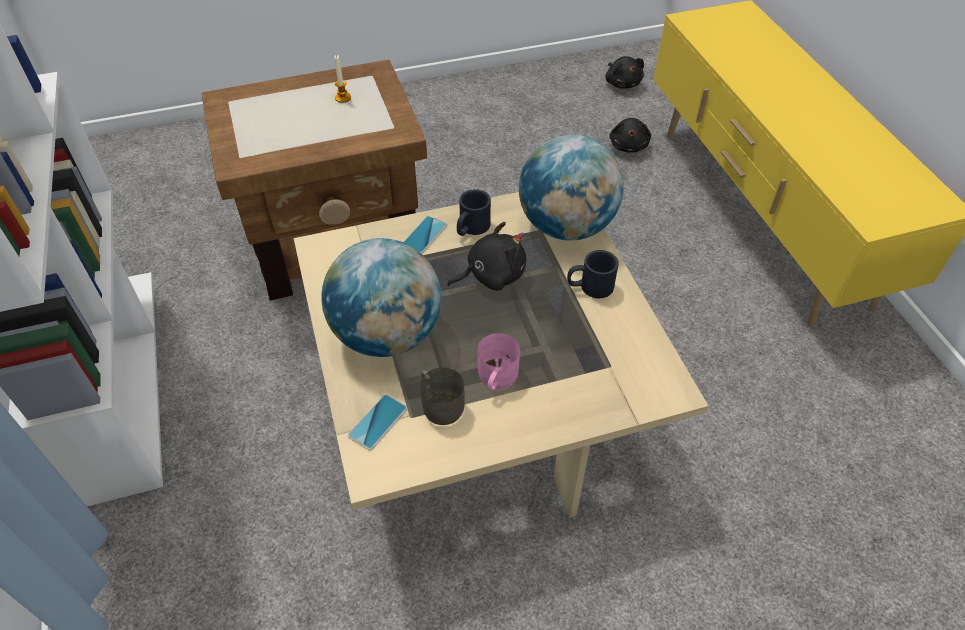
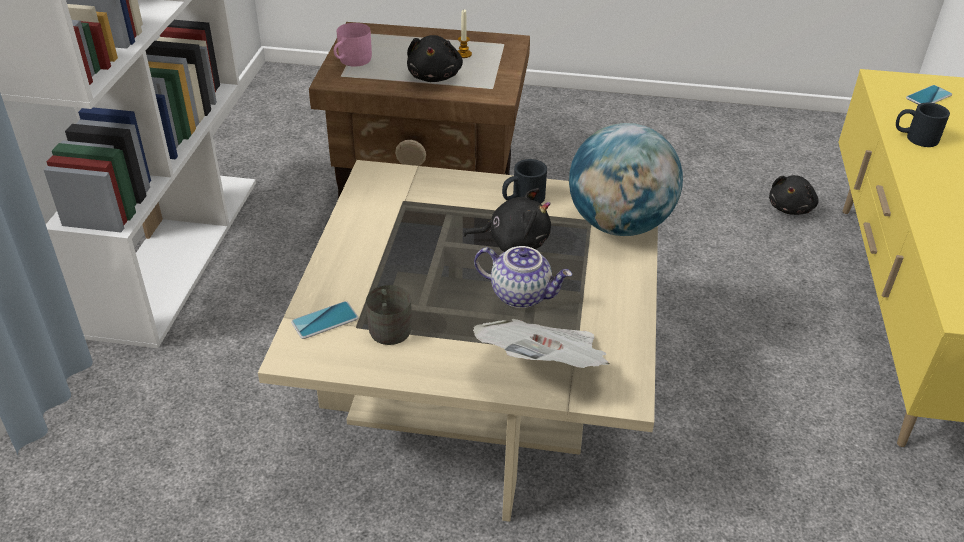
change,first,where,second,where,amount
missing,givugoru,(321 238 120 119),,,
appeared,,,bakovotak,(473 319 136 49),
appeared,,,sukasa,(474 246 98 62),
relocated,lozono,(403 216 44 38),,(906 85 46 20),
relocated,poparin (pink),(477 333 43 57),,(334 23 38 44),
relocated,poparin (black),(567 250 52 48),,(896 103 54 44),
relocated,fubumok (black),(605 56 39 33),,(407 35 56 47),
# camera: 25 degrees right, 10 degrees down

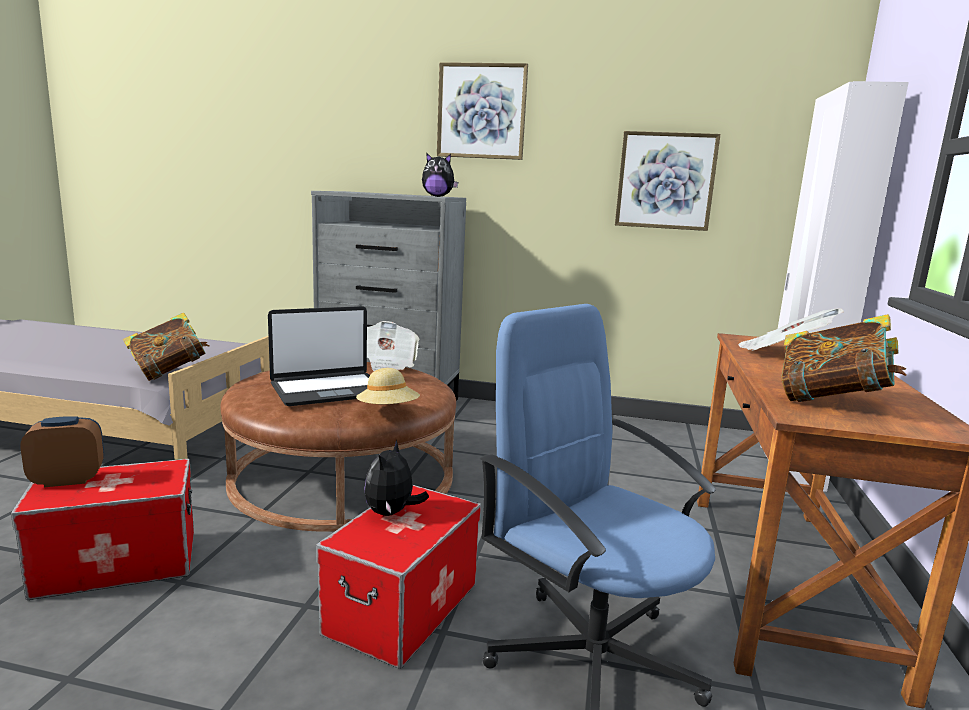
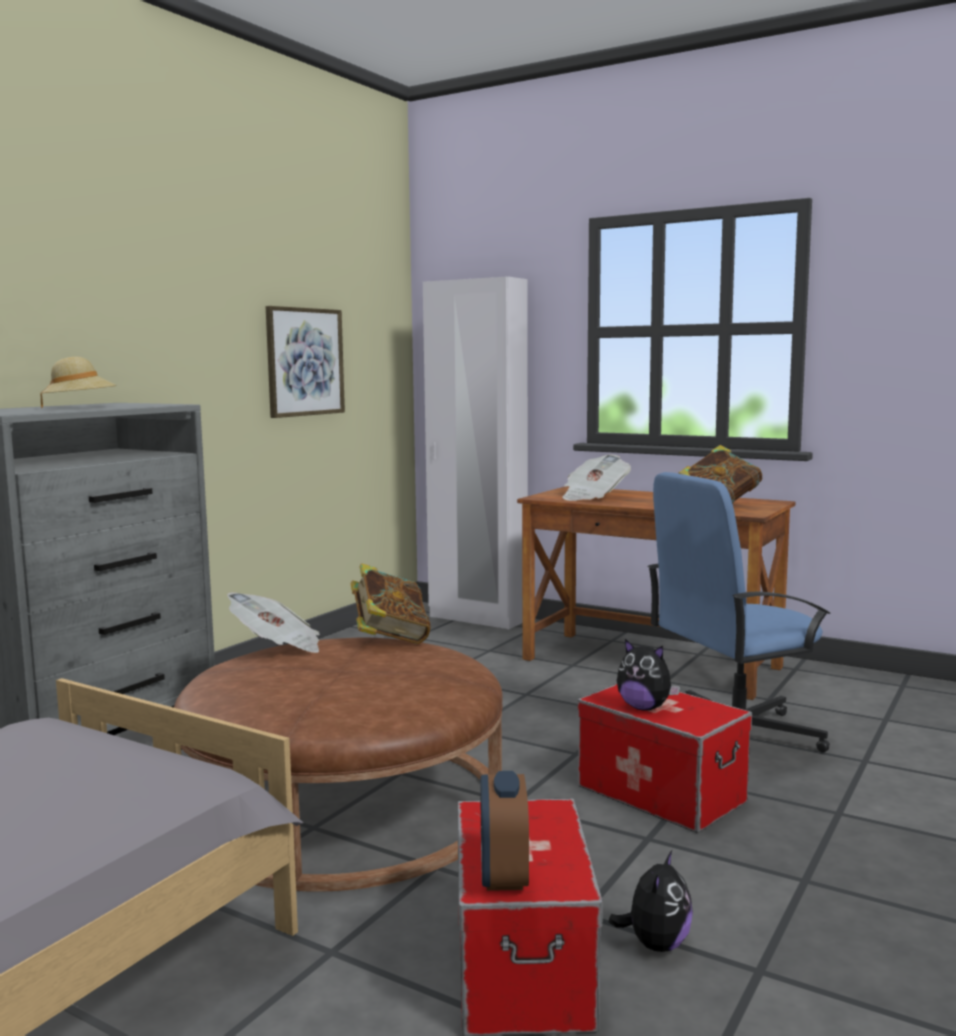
change,first,where,second,where,amount
missing,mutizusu,(268 306 102 100),,,
missing,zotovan,(437 62 91 98),,,
relocated,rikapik,(123 313 86 68),,(350 563 81 81),
relocated,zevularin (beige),(356 368 64 36),,(40 357 77 51),
relocated,fubumok,(422 153 36 44),,(609 850 84 102),
# camera: 70 degrees left, 5 degrees down

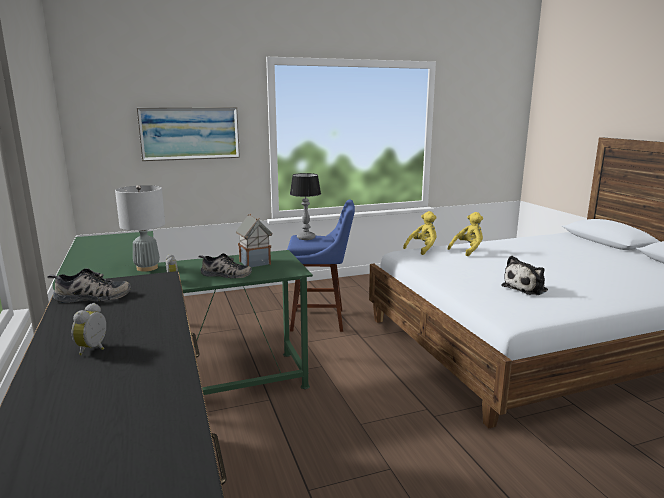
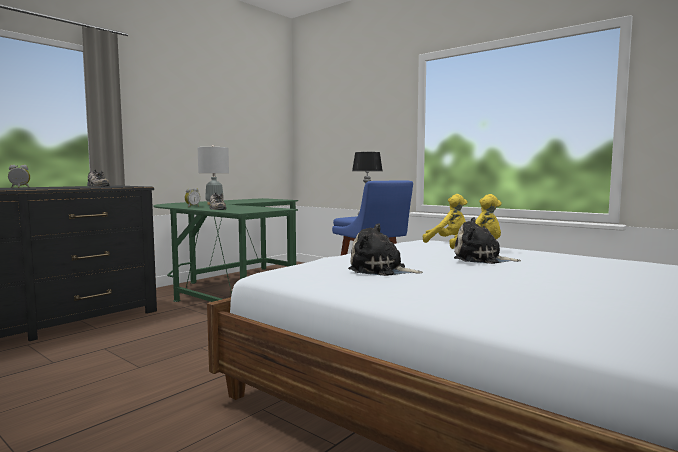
change,first,where,second,where,amount
missing,zotovan,(137 107 103 54),,,
missing,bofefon,(236 214 36 53),,,
appeared,,,fubumok,(454 217 67 47),
# camera: 60 degrees right, 10 degrees down

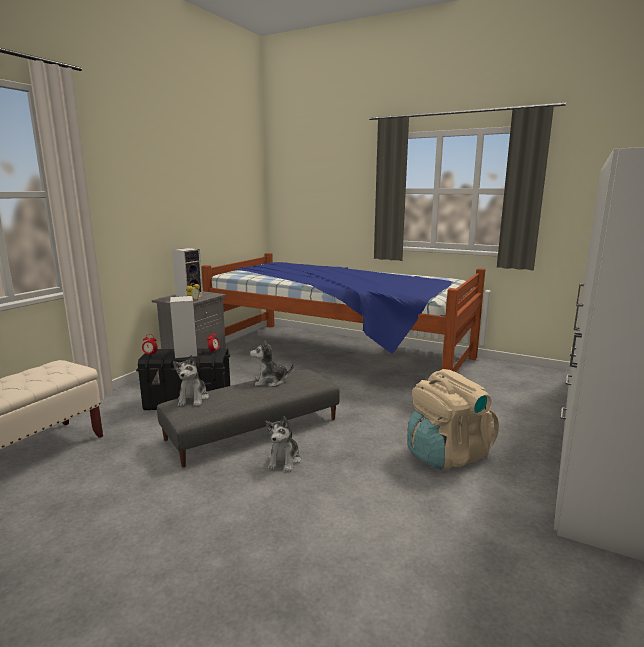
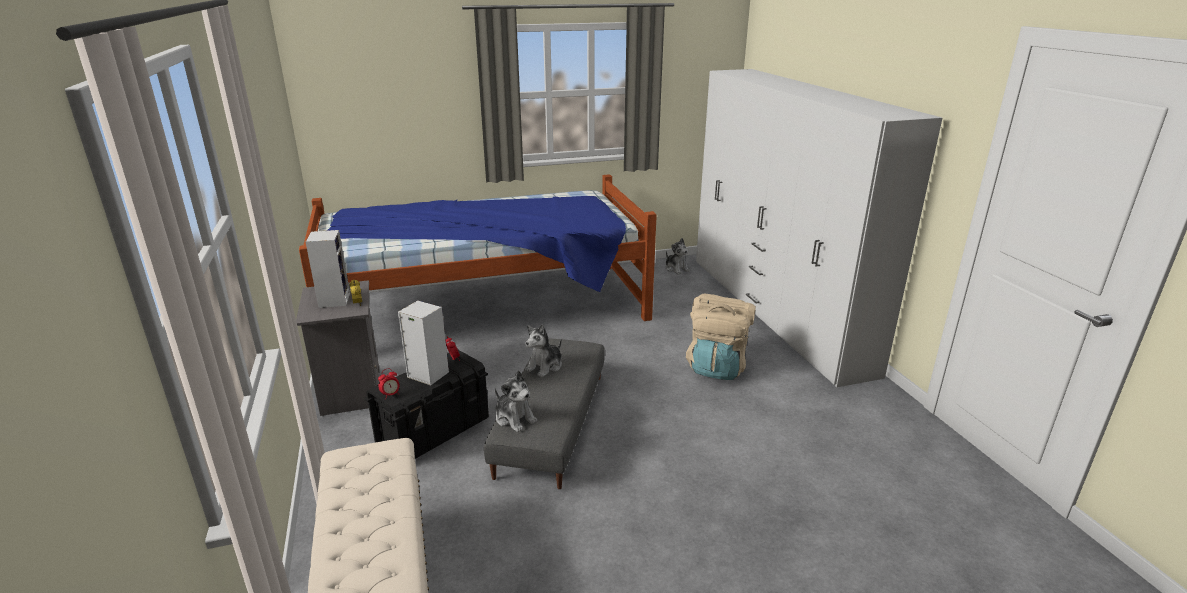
change,first,where,second,where,amount
relocated,fubumok,(266 417 35 55),,(665 238 25 36),
# camera: 45 degrees left, 10 degrees up

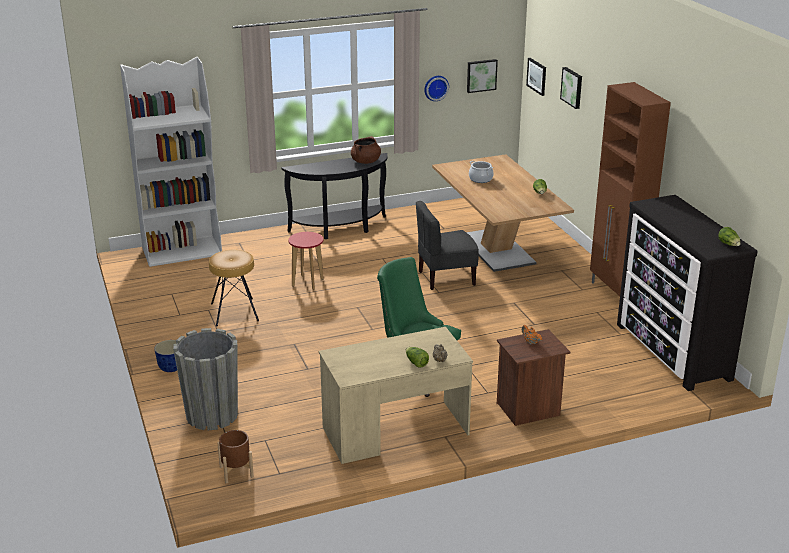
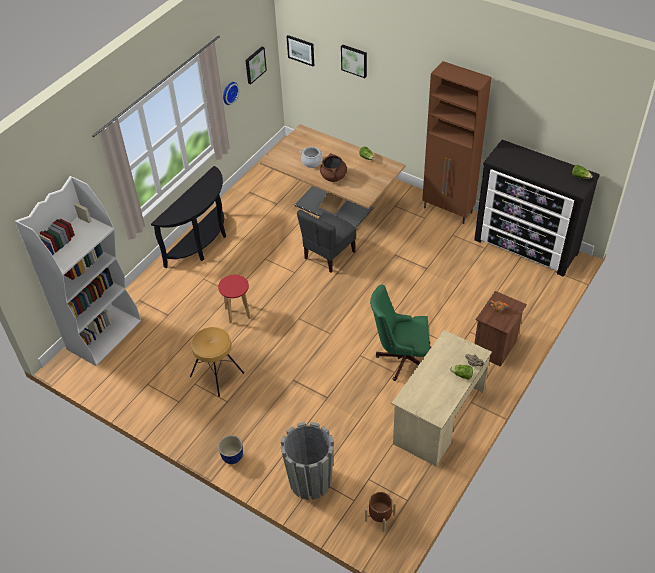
change,first,where,second,where,amount
relocated,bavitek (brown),(351 136 30 28),,(320 153 27 29),
# camera: 35 degrees left, 20 degrees up

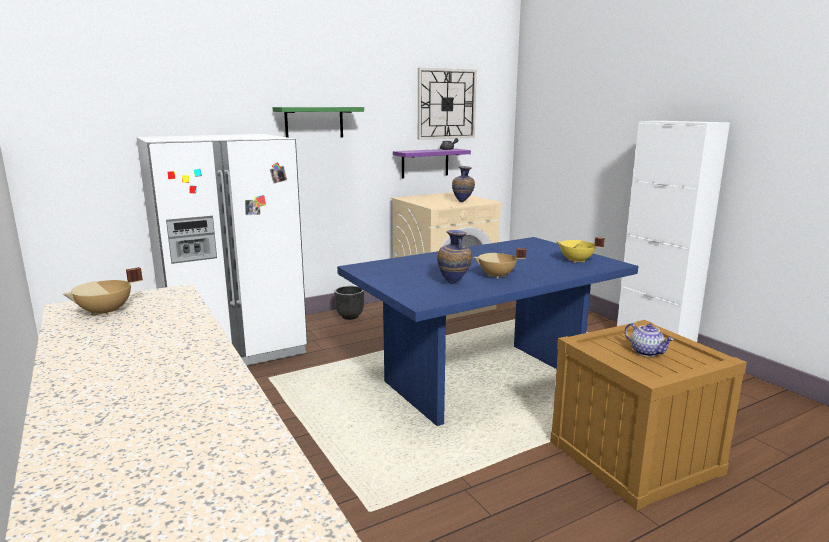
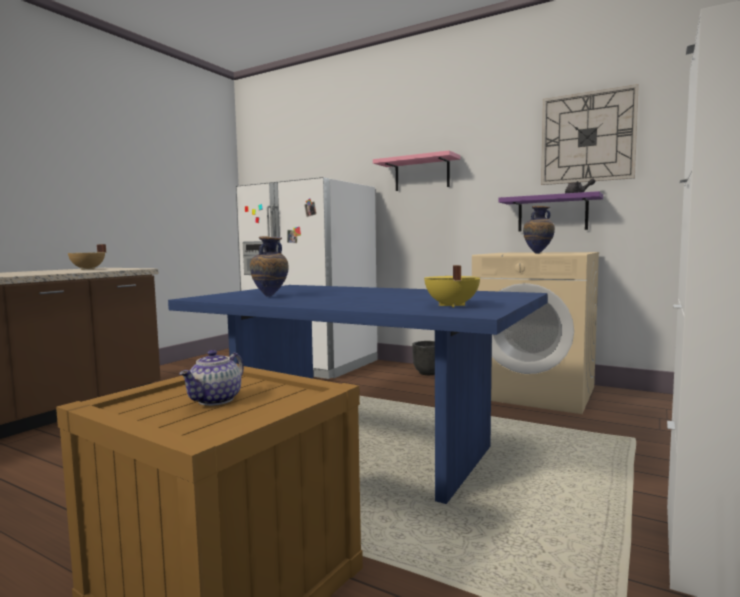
change,first,where,second,where,amount
missing,bavitek (beige),(473 248 53 31),,,
colour,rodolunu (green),(273 107 91 31),rodolunu (pink),(373 150 87 41),
# camera: 60 degrees right, 10 degrees down

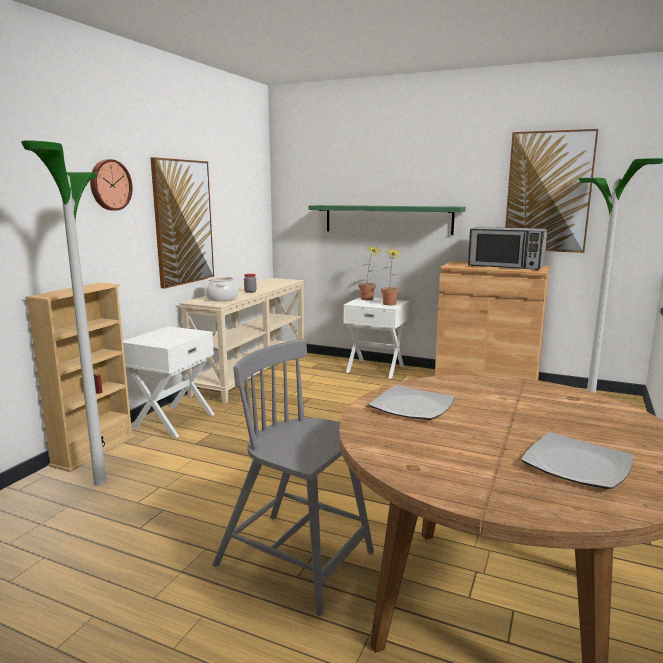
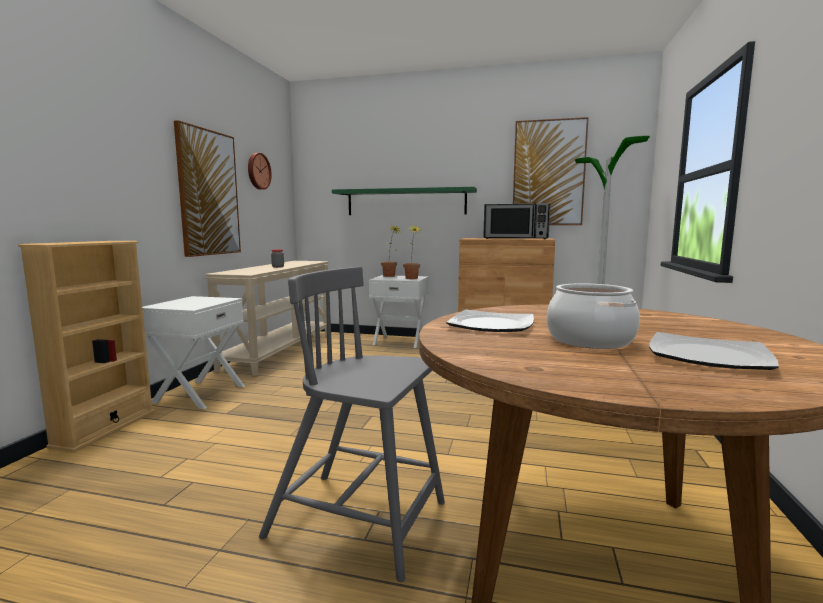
change,first,where,second,where,amount
missing,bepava,(21 140 86 346),,,
relocated,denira,(90 159 43 52),,(248 153 24 37),
relocated,bavitek,(204 276 35 25),,(547 283 93 66),
# camera: 10 degrees left, 5 degrees down

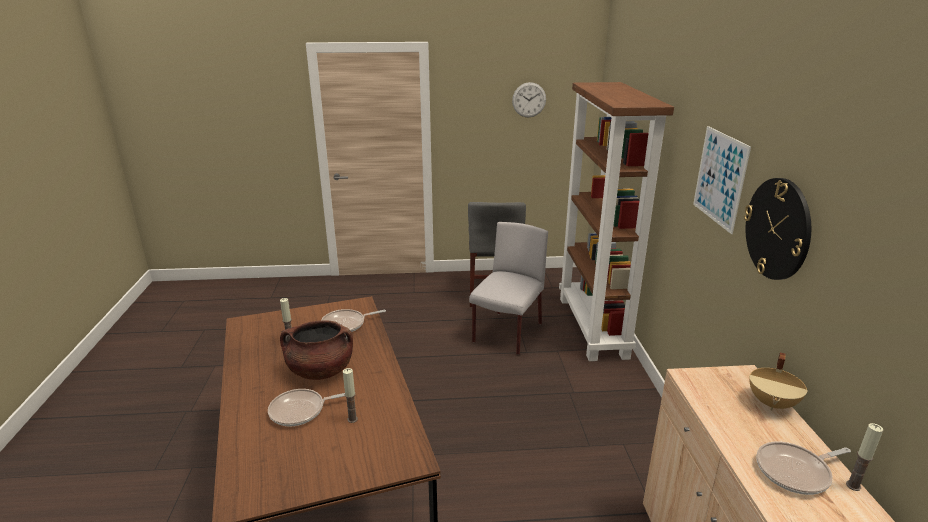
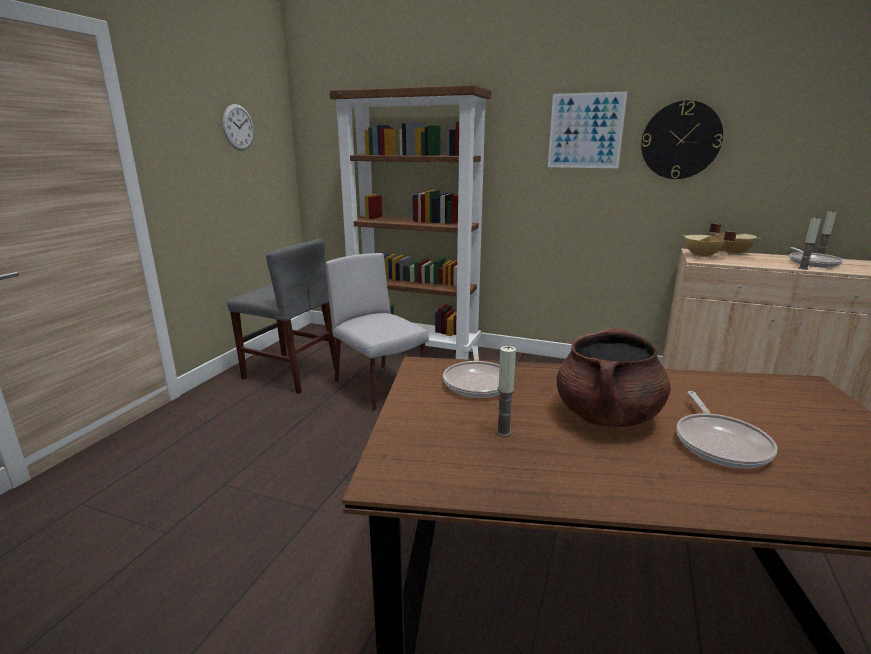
change,first,where,second,where,amount
appeared,,,bavitek (beige),(681 231 56 27),
relocated,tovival,(343 368 15 55),,(798 217 23 53),
# camera: 65 degrees left, 5 degrees down

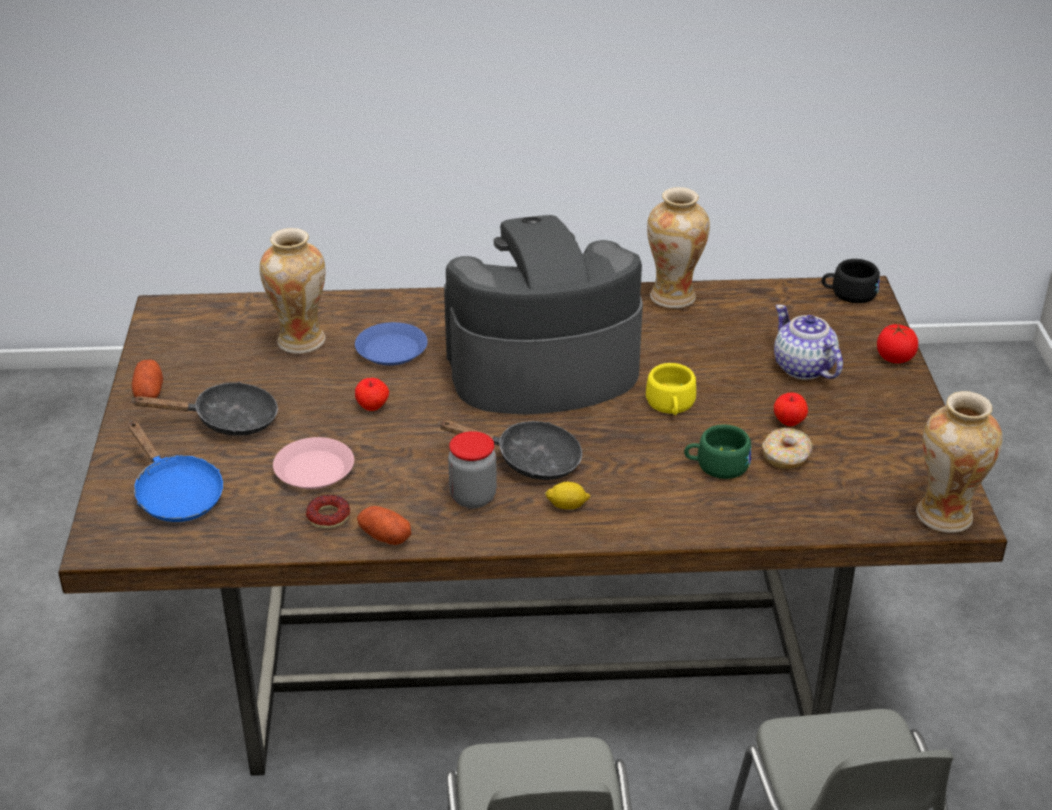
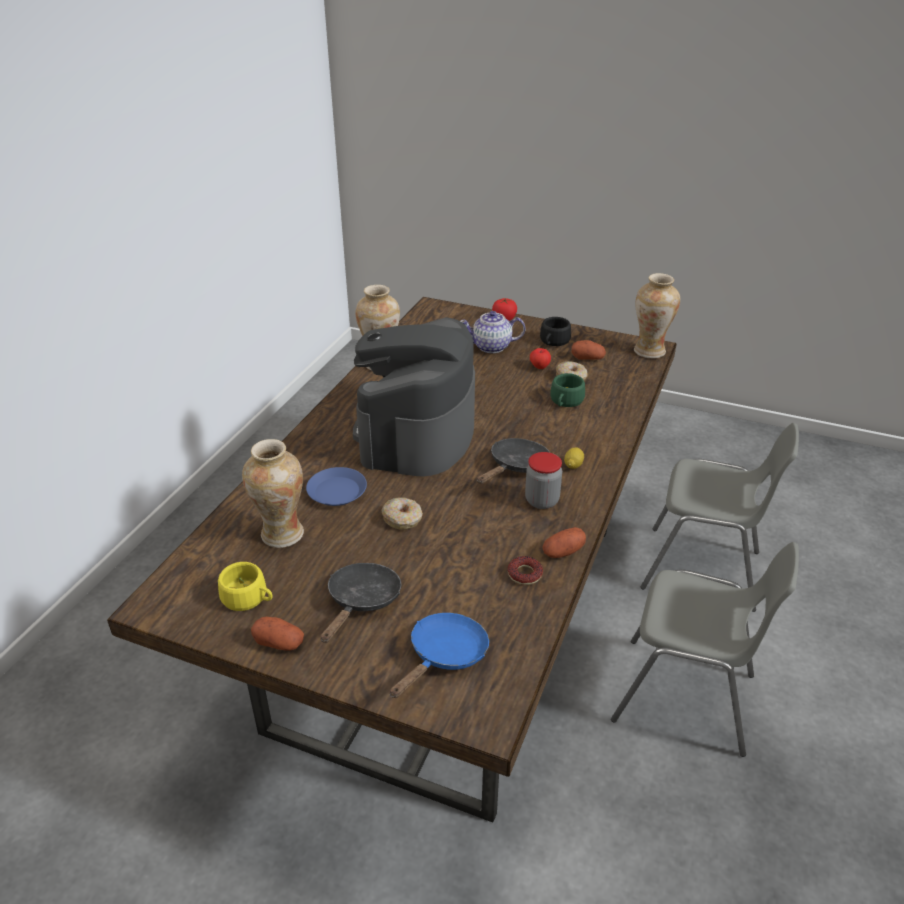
change,first,where,second,where,amount
missing,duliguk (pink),(273 437 81 52),,,
appeared,,,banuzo,(572 340 34 20),
relocated,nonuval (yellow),(646 363 50 52),,(218 562 55 49),
relocated,nonuval (black),(822 259 58 44),,(540 317 31 29),
exchanged,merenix,(355 378 34 33),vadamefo,(381 497 42 33),
spun,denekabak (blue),(128 421 95 101),,(390 613 99 85),45 degrees counterclockwise
# camera: 65 degrees left, 0 degrees up

